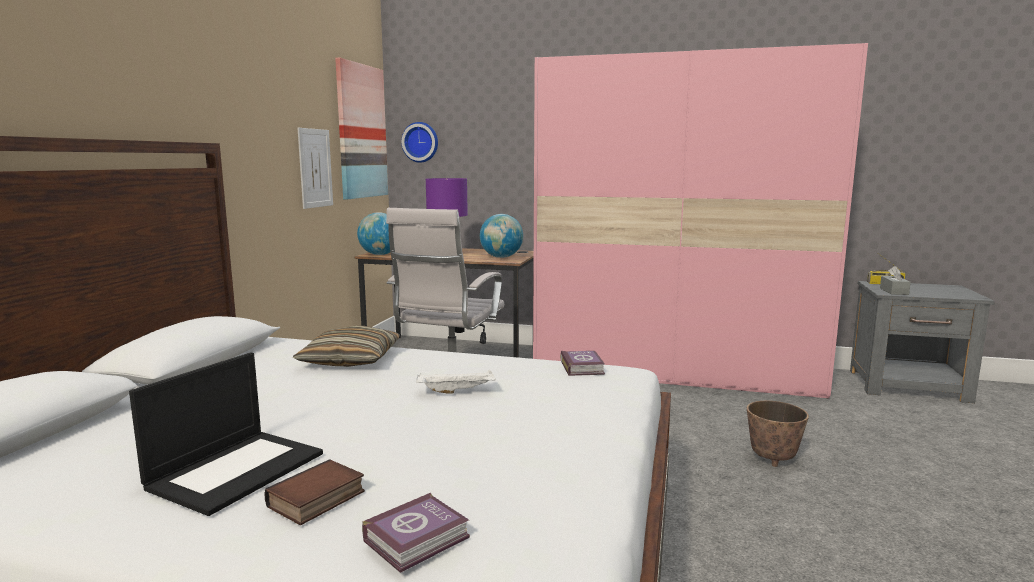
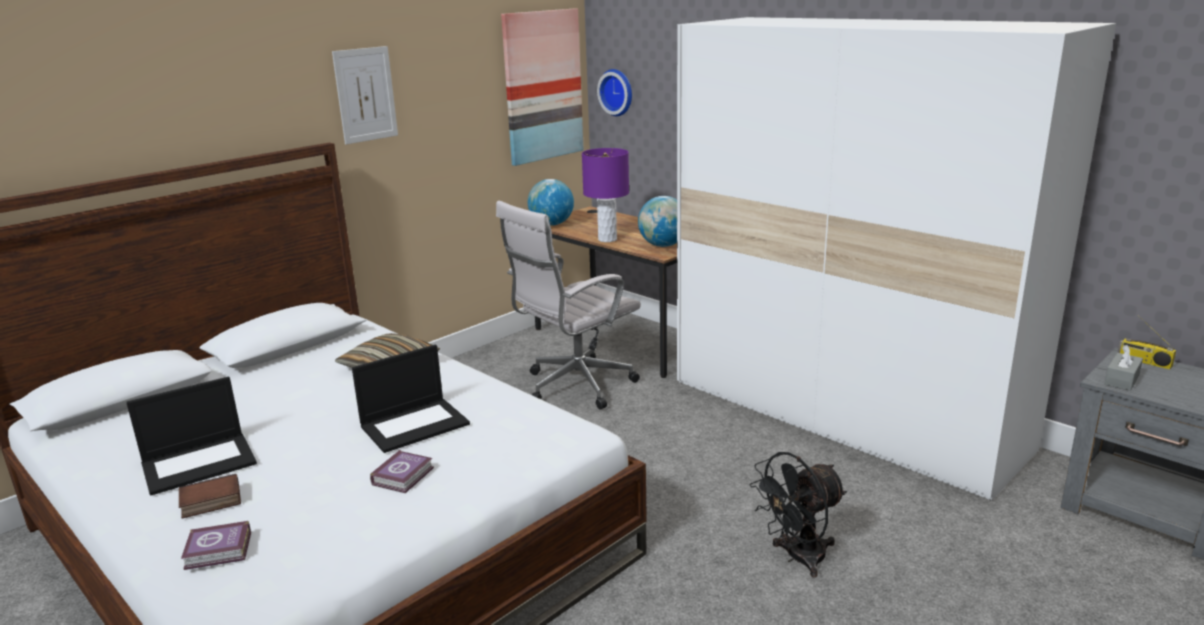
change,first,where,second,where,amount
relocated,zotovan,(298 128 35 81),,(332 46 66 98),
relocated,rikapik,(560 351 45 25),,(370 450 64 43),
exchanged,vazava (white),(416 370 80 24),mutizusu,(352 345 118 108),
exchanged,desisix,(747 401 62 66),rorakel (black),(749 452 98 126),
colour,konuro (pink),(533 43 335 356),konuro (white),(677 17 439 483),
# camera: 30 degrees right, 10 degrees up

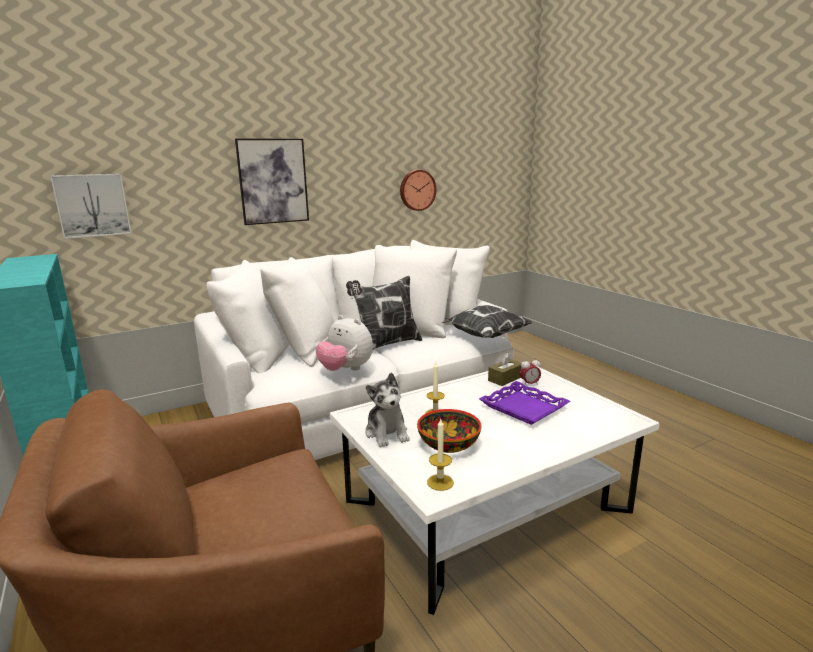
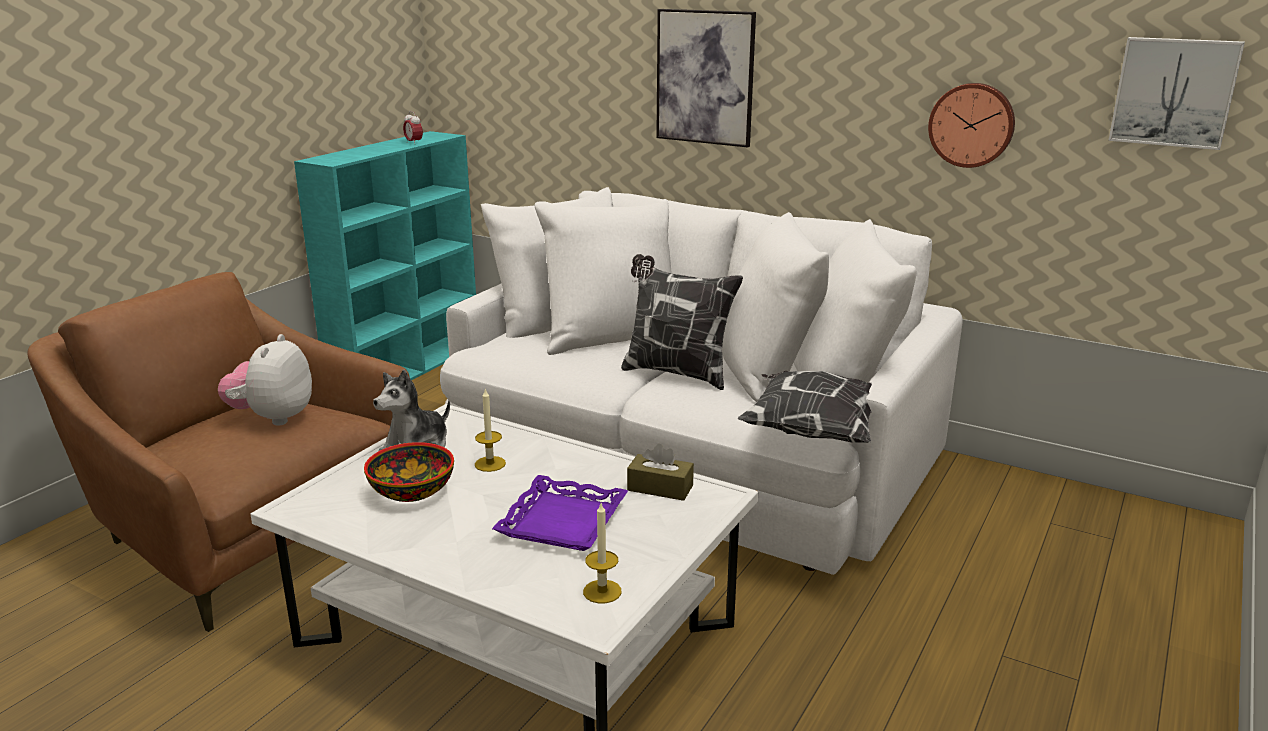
change,first,where,second,where,amount
relocated,zotovan,(50 174 82 65),,(1108 37 137 113),
relocated,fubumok,(316 315 57 56),,(218 334 94 92),
relocated,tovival,(427 419 27 72),,(583 503 39 101),
relocated,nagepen,(520 358 21 28),,(403 111 20 32),
# camera: 60 degrees right, 5 degrees up

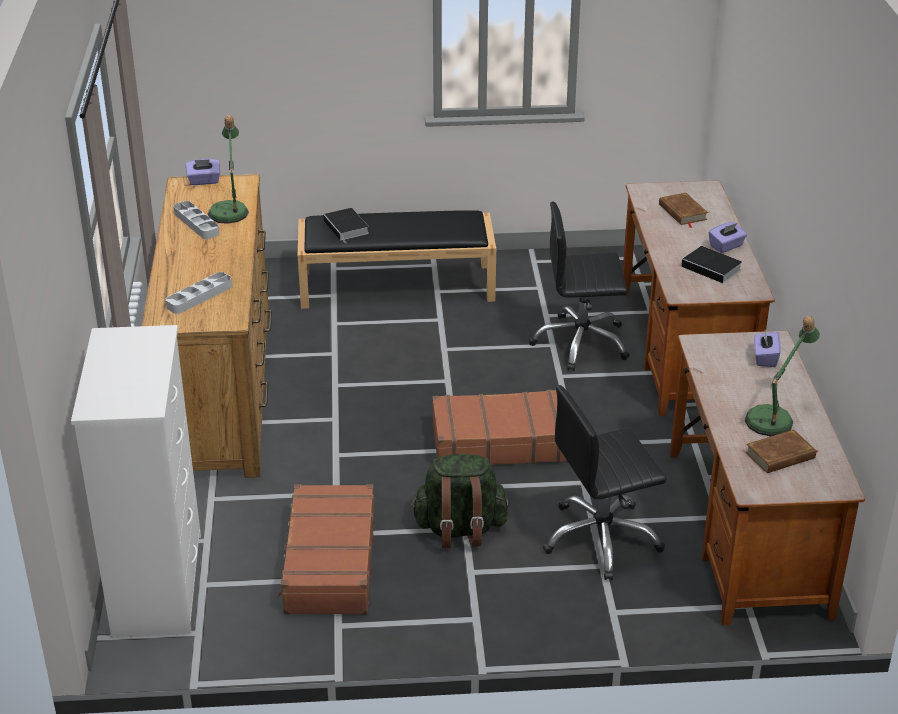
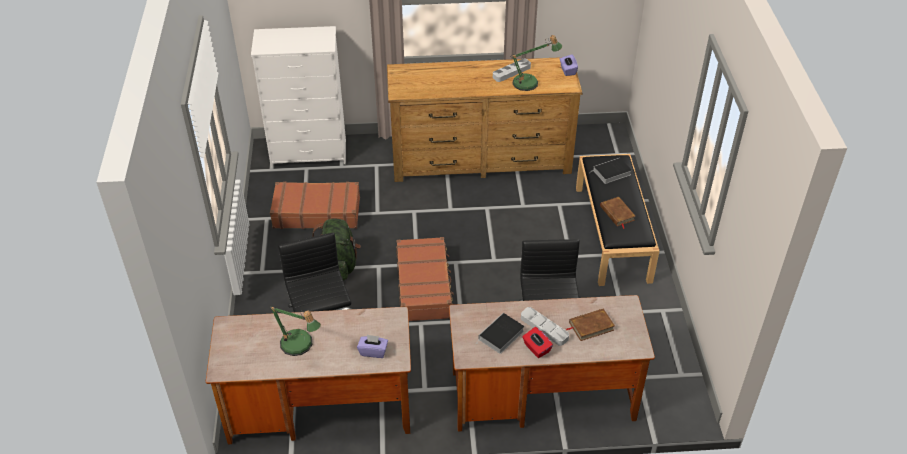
change,first,where,second,where,amount
relocated,vazava (grey),(165 272 67 42),,(521 307 48 39),
relocated,rikapik (brown),(746 430 72 43),,(600 197 35 32),
colour,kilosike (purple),(708 222 39 31),kilosike (red),(523 327 30 31),
# camera: 90 degrees right, 10 degrees up

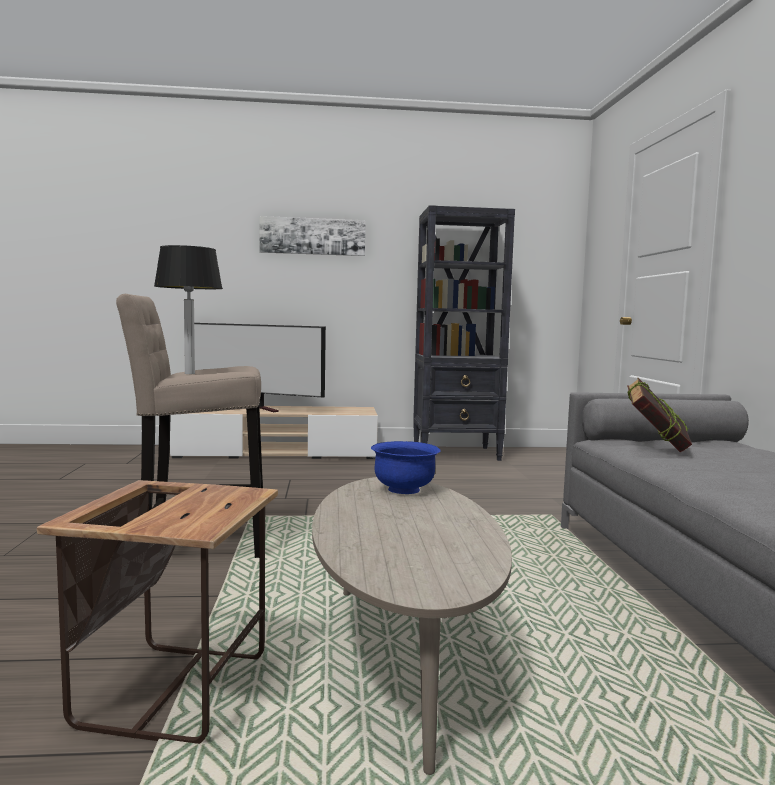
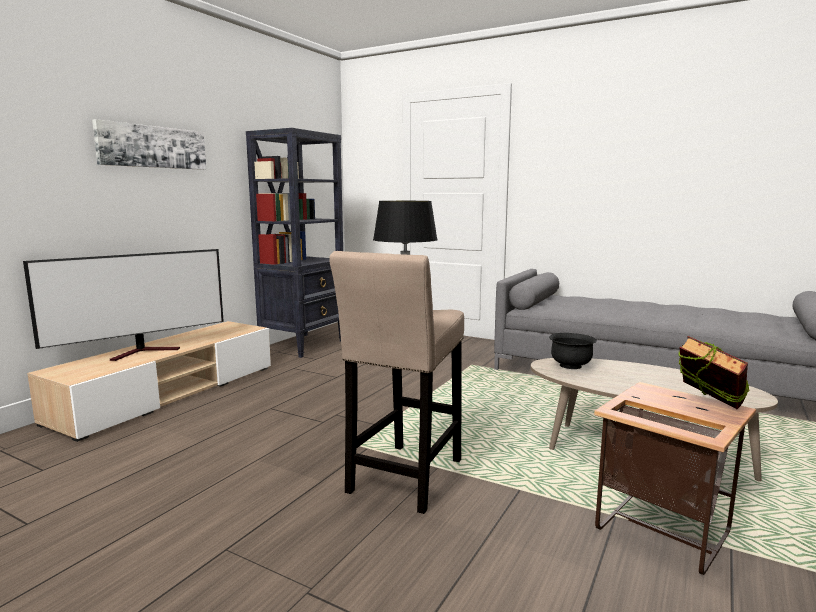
change,first,where,second,where,amount
relocated,rikapik,(627 378 65 74),,(679 336 71 73),
colour,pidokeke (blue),(371 441 70 53),pidokeke (black),(549 333 48 36),
# camera: 55 degrees left, 5 degrees up

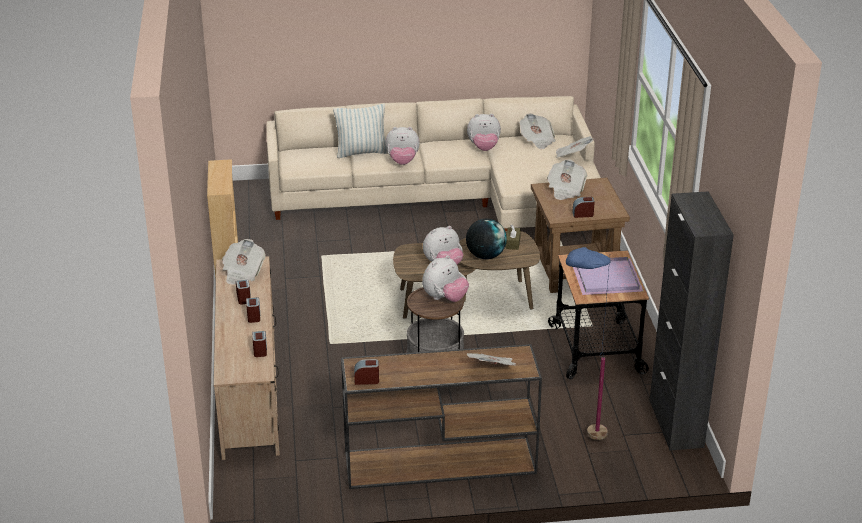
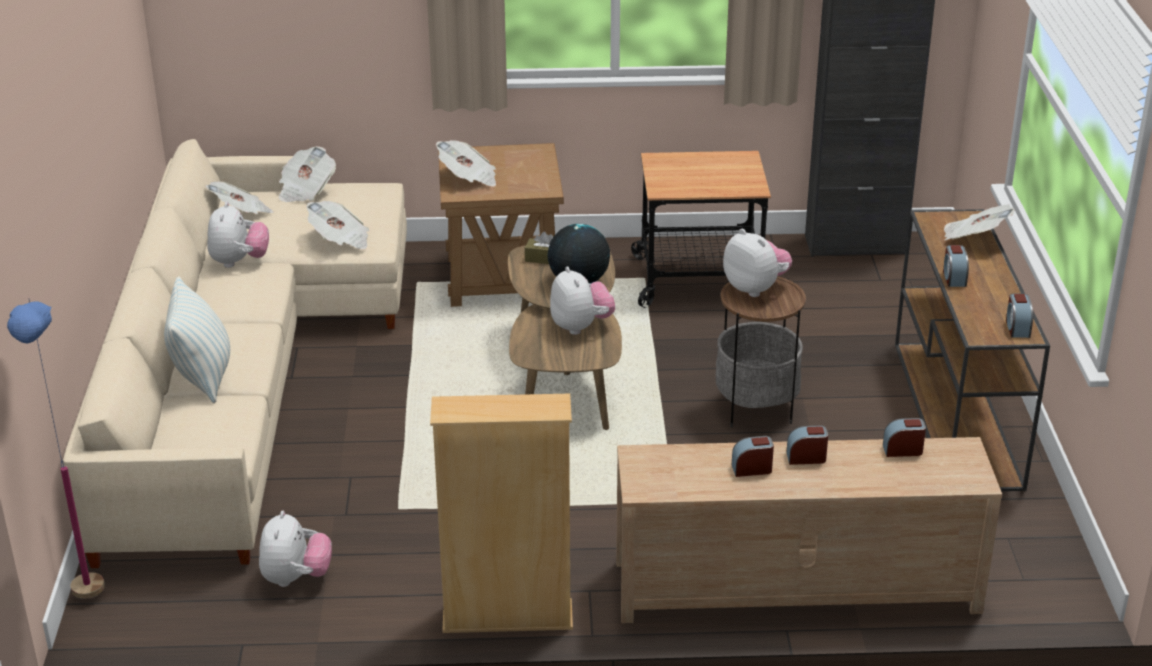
change,first,where,second,where,amount
missing,vazava (purple),(573 257 71 38),,,
relocated,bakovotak,(222 239 44 46),,(306 201 63 49),
relocated,fubumok,(385 127 35 38),,(259 511 73 76),
relocated,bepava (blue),(566 247 45 193),,(7 300 98 299),
relocated,nagepen,(572 197 23 21),,(943 245 26 42),
# camera: 85 degrees left, 0 degrees up

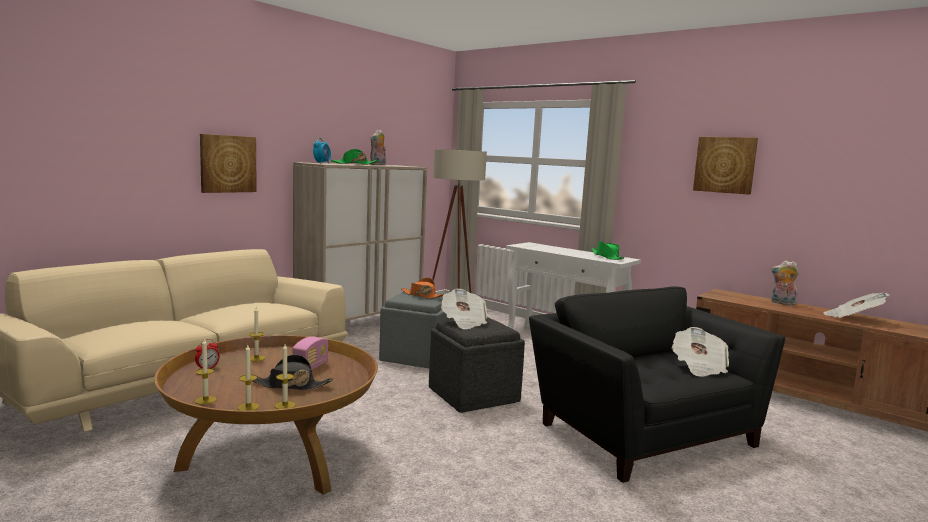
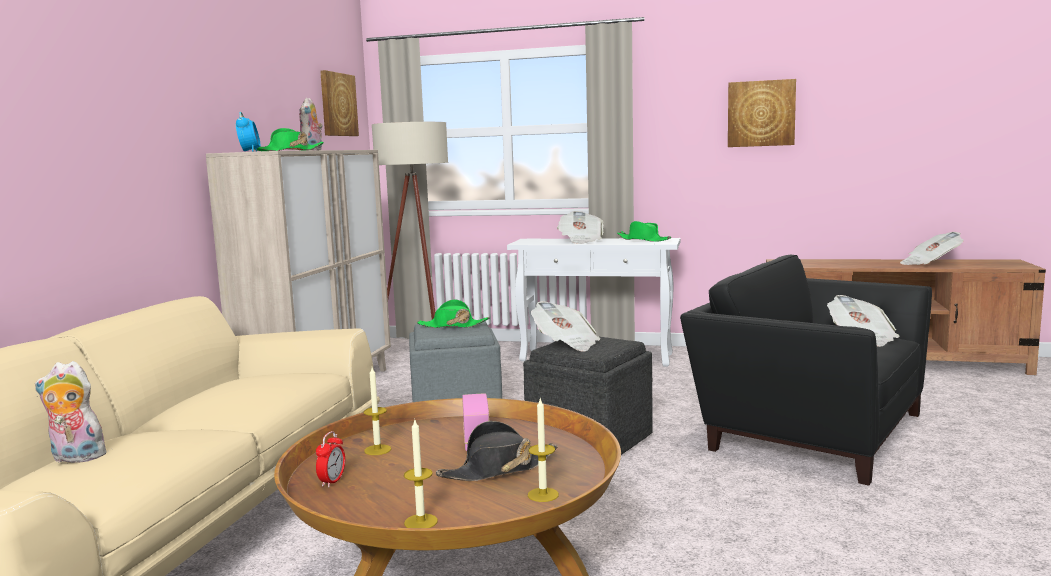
change,first,where,second,where,amount
missing,tovival,(238 345 21 66),,,
appeared,,,bakovotak,(557 211 47 33),
relocated,zotovan,(200 134 57 59),,(320 70 39 66),
relocated,fubumok,(771 261 28 44),,(35 361 72 102),
colour,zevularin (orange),(401 278 43 21),zevularin (green),(417 299 72 29),
# camera: 25 degrees left, 0 degrees up

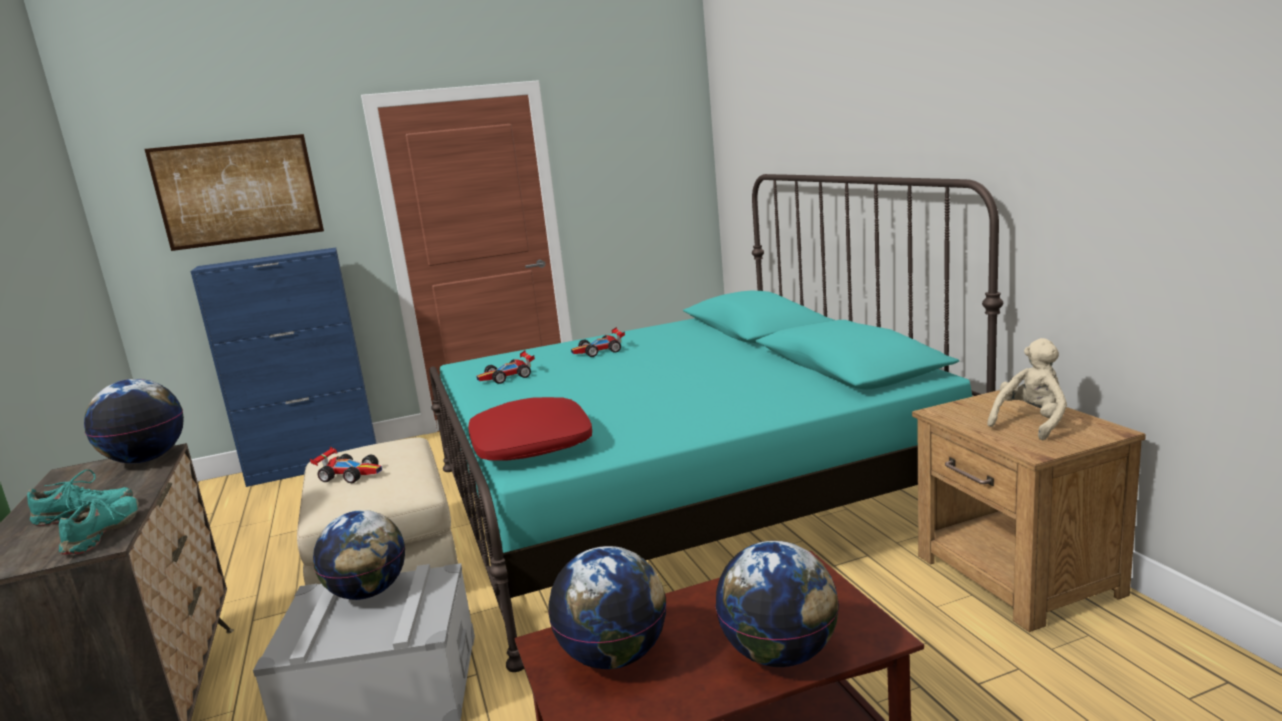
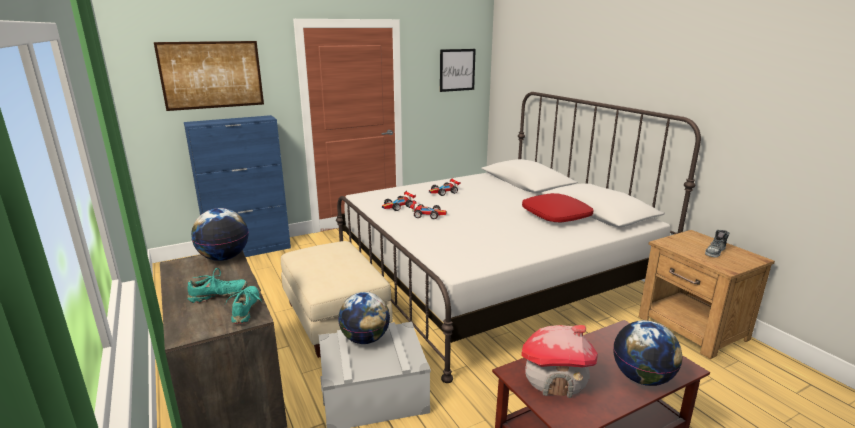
change,first,where,second,where,amount
appeared,,,zotovan,(440 49 36 43),
relocated,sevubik,(310 447 72 36),,(410 200 37 19),
relocated,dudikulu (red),(468 397 124 64),,(522 193 72 29),
exchanged,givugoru,(548 546 119 123),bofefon,(521 325 77 73),
exchanged,fubumok (beige),(987 338 80 103),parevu,(705 230 24 28),
colour,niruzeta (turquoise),(429 174 574 498),niruzeta (white),(336 92 365 291),
# camera: 10 degrees left, 5 degrees up

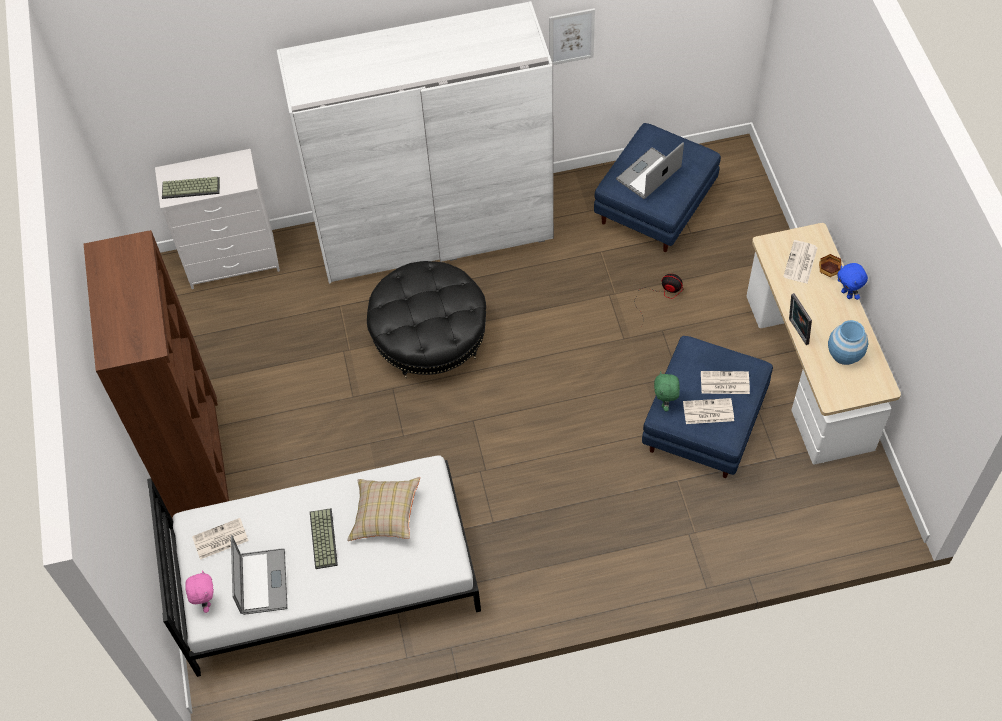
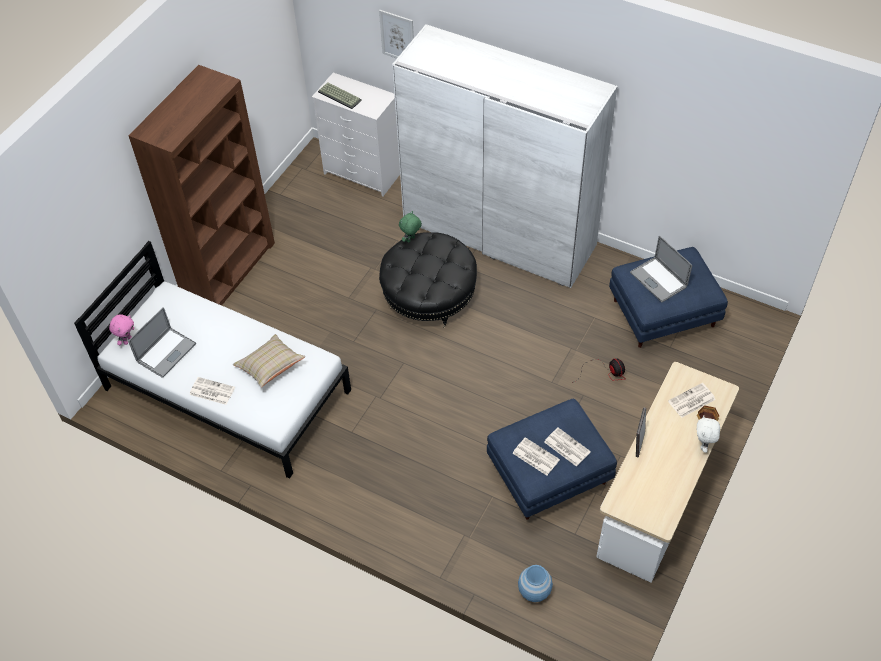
change,first,where,second,where,amount
missing,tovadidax,(310 508 28 61),,,
relocated,bakovotak,(192 518 57 42),,(189 377 46 28),
relocated,zotovan,(549 8 46 57),,(379 10 35 49),
relocated,fubumok (green),(654 372 26 39),,(399 211 23 32),
relocated,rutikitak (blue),(828 320 40 45),,(518 565 35 37),
colour,fubumok (blue),(837 263 31 37),fubumok (white),(696 415 24 38),
spun,mutizusu,(616 142 68 57),,(630 235 62 67),120 degrees counterclockwise
# camera: 40 degrees right, 5 degrees down

